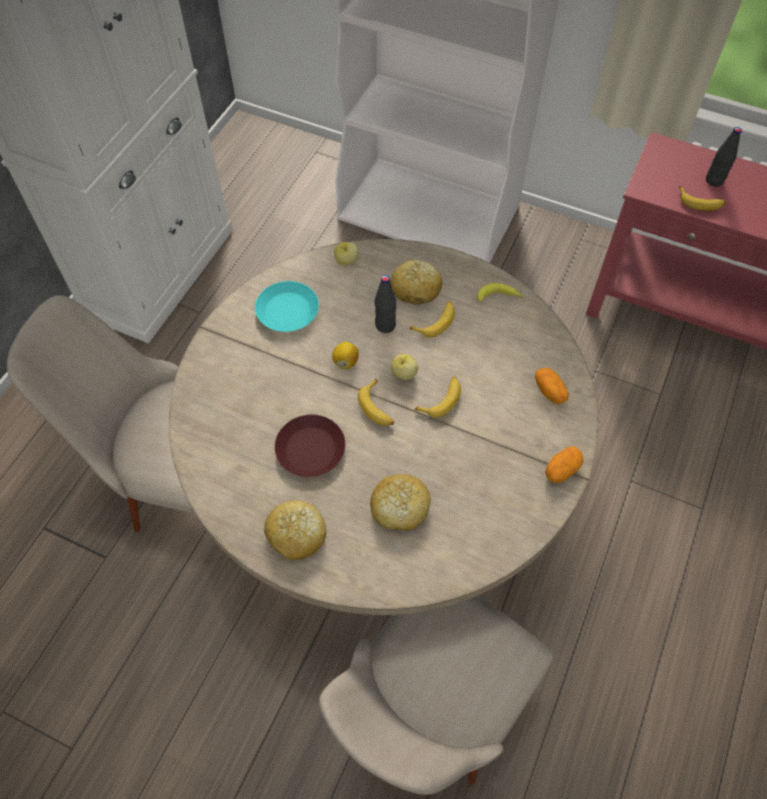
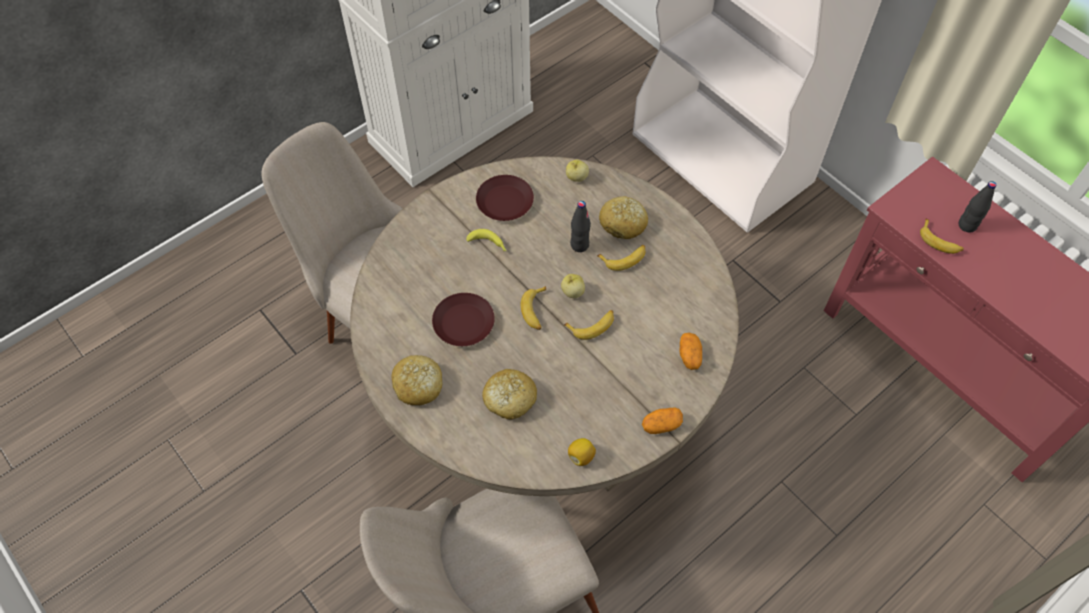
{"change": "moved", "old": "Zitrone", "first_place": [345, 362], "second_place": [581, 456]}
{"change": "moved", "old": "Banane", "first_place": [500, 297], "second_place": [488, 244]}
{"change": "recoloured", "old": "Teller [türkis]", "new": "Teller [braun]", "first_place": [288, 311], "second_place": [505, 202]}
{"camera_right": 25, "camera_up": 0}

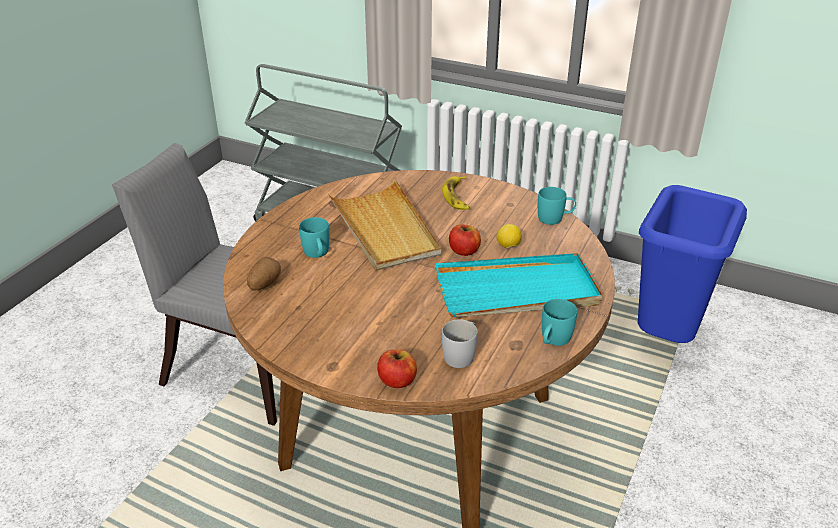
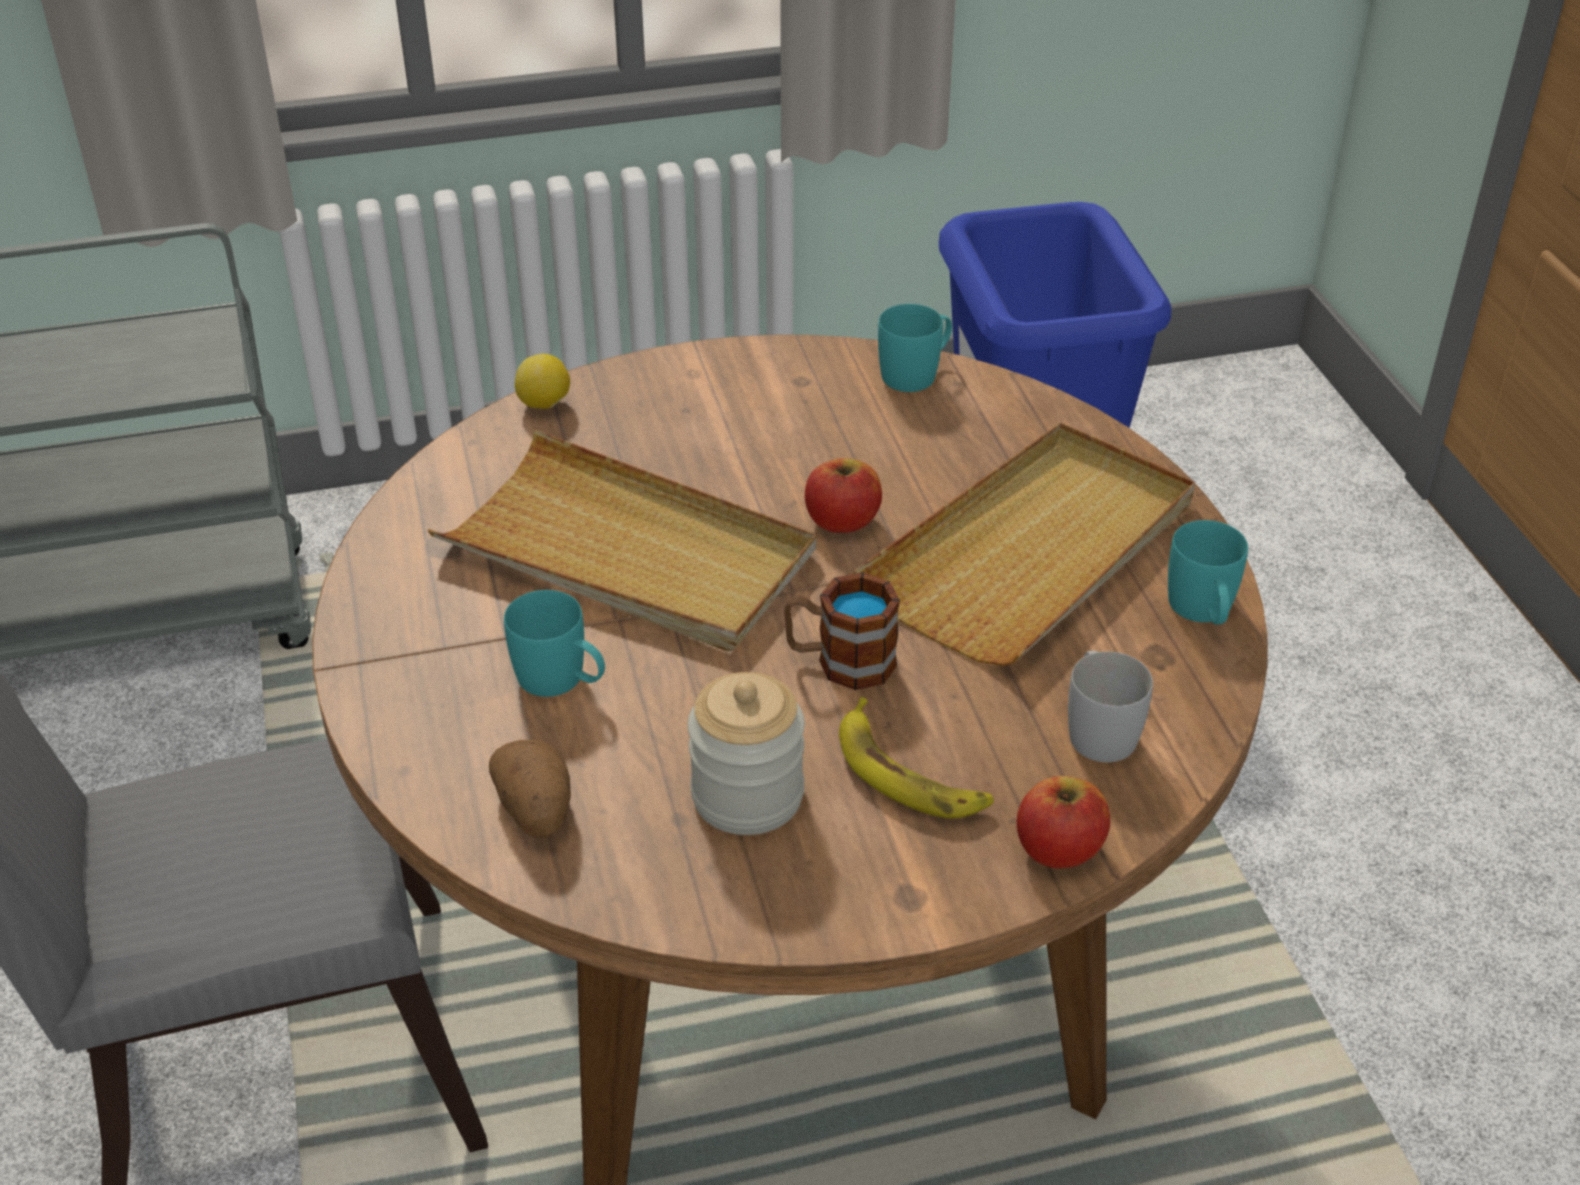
{"change": "added", "new": "Vorratsglas", "second_place": [747, 796]}
{"change": "added", "new": "Henkelbecher", "second_place": [840, 662]}
{"change": "moved", "old": "Banane", "first_place": [457, 197], "second_place": [908, 774]}
{"change": "moved", "old": "Zitrone", "first_place": [508, 246], "second_place": [545, 405]}
{"change": "recoloured", "old": "Tablett [türkis]", "new": "Tablett [beige]", "first_place": [517, 291], "second_place": [1033, 552]}
{"camera_right": -40, "camera_up": 5}

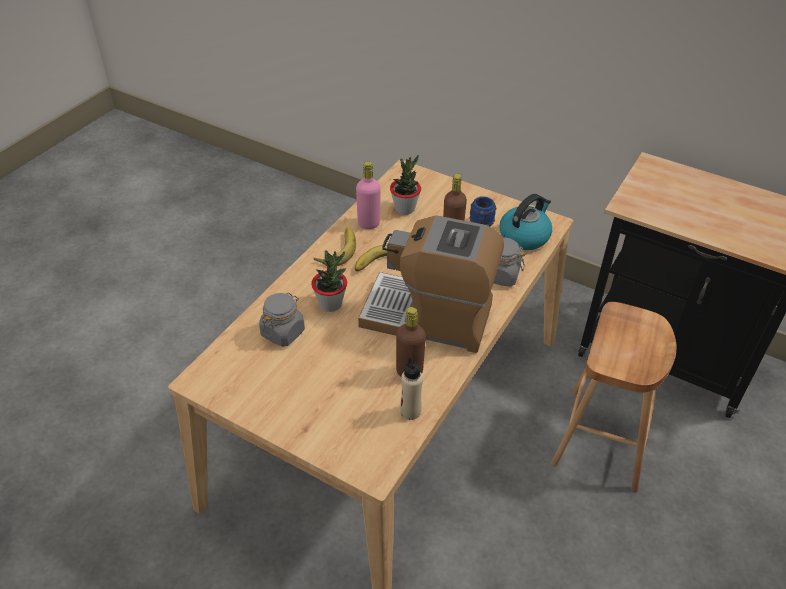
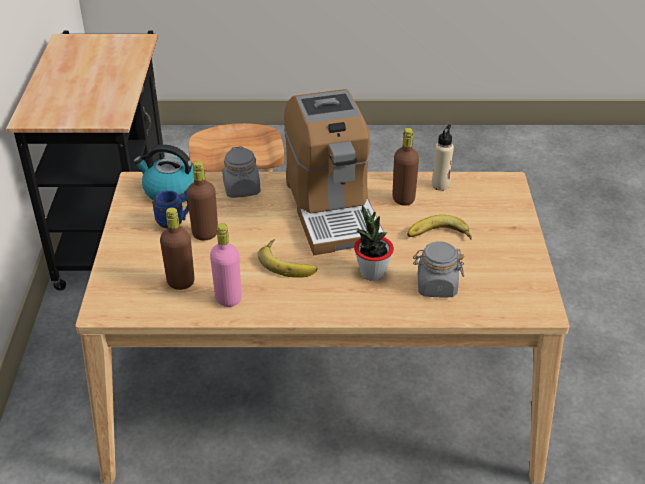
{"change": "moved", "old": "Banane", "first_place": [336, 250], "second_place": [439, 236]}
{"change": "replaced", "old": "Topfpflanze", "new": "Flasche [braun]", "first_place": [405, 209], "second_place": [181, 282]}
{"camera_right": -120, "camera_up": -5}

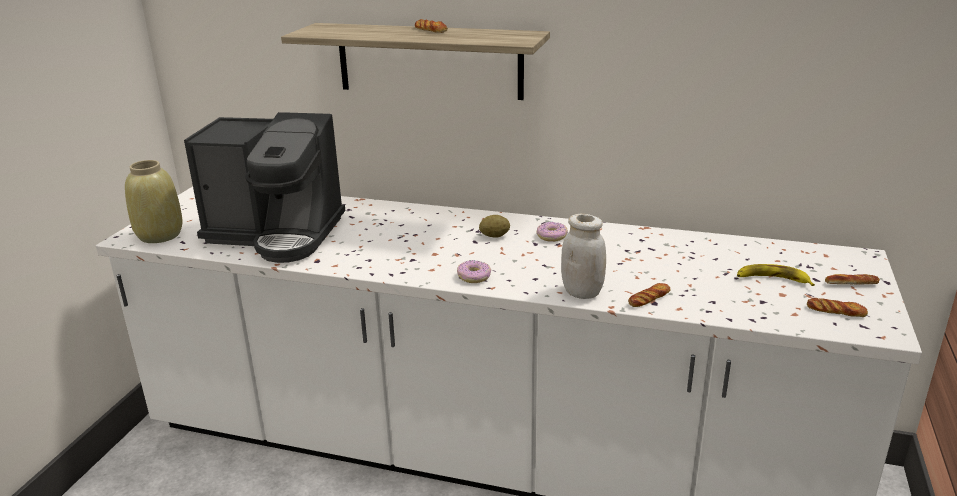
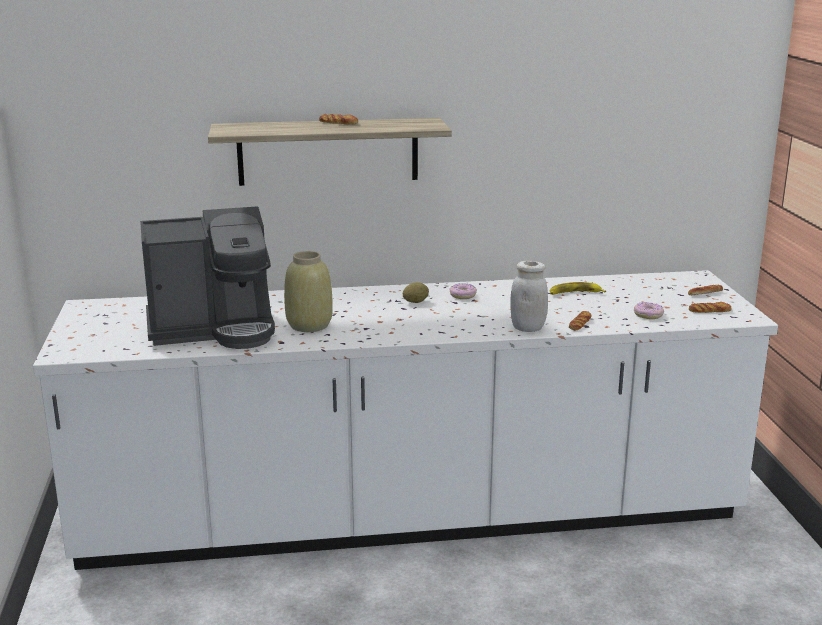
{"change": "moved", "old": "Vase [beige]", "first_place": [160, 235], "second_place": [308, 325]}
{"change": "moved", "old": "Donut", "first_place": [474, 276], "second_place": [648, 315]}
{"change": "moved", "old": "Banane", "first_place": [772, 280], "second_place": [574, 293]}
{"camera_right": -25, "camera_up": -5}

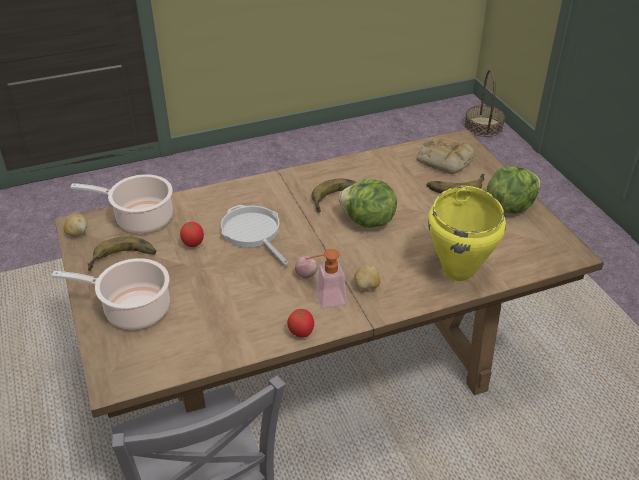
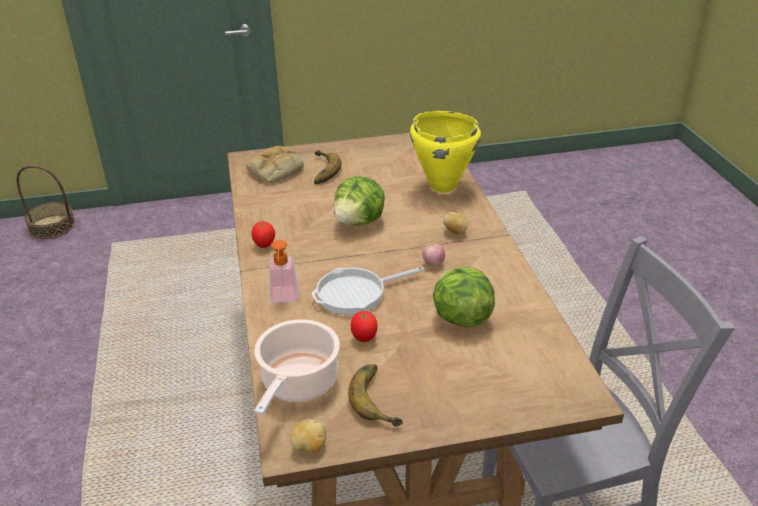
{"change": "removed", "old": "Kochtopf", "first_place": [133, 309]}
{"change": "removed", "old": "Banane", "first_place": [338, 200]}
{"change": "moved", "old": "Tomate", "first_place": [301, 333], "second_place": [264, 245]}
{"change": "moved", "old": "Seifenspender", "first_place": [325, 299], "second_place": [284, 298]}
{"change": "moved", "old": "Salatkopf", "first_place": [509, 206], "second_place": [460, 317]}
{"camera_right": -80, "camera_up": -5}

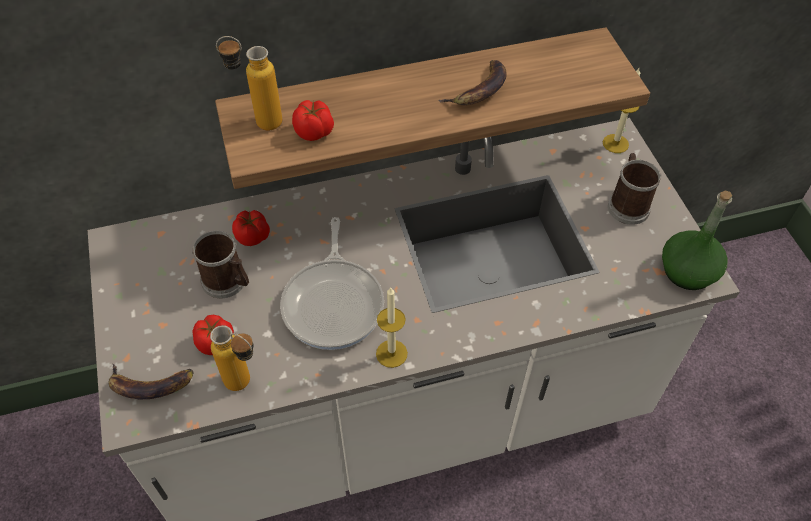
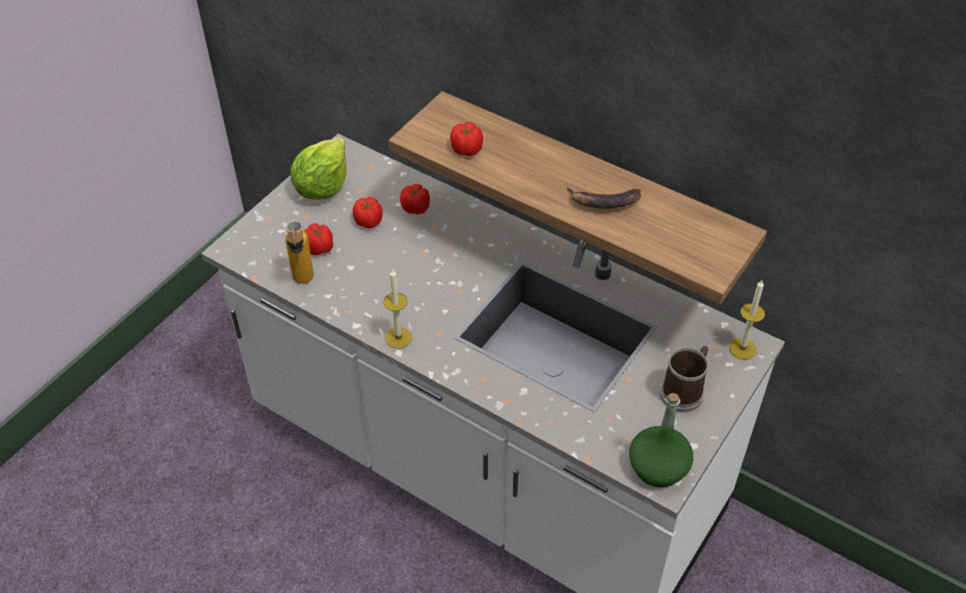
{"change": "removed", "old": "Banane", "first_place": [149, 385]}
{"change": "removed", "old": "Flasche", "first_place": [258, 122]}
{"change": "removed", "old": "Pfanne", "first_place": [334, 303]}
{"change": "added", "new": "Salatkopf", "second_place": [322, 186]}
{"change": "replaced", "old": "Henkelbecher", "new": "Tomate", "first_place": [228, 282], "second_place": [368, 222]}
{"camera_right": 50, "camera_up": -5}

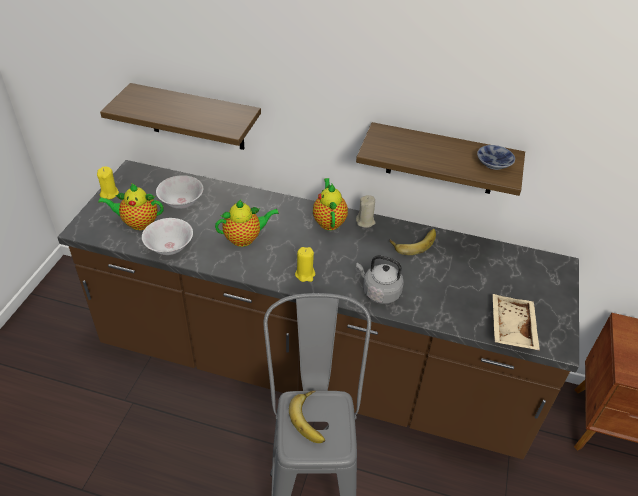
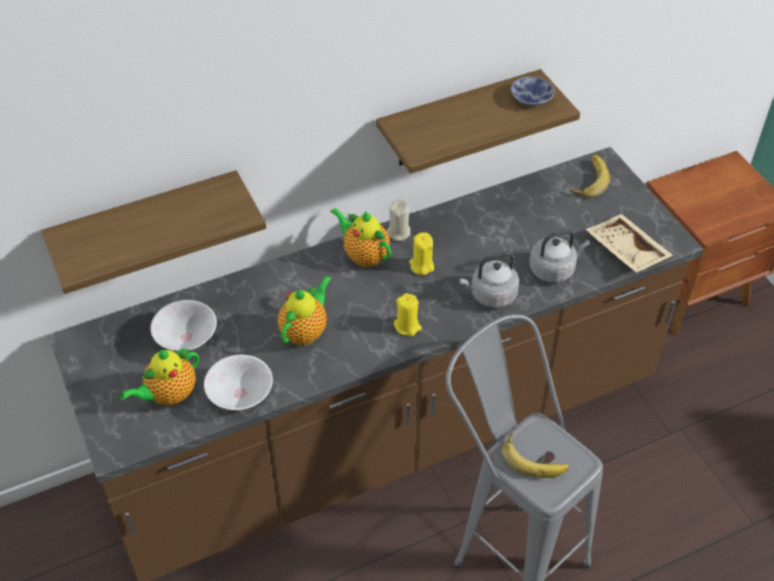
{"change": "added", "new": "Wasserkessel [grau]", "second_place": [554, 269]}
{"change": "moved", "old": "Kerze [gelb]", "first_place": [109, 193], "second_place": [421, 266]}
{"change": "moved", "old": "Banane", "first_place": [413, 242], "second_place": [588, 179]}
{"camera_right": -40, "camera_up": 5}

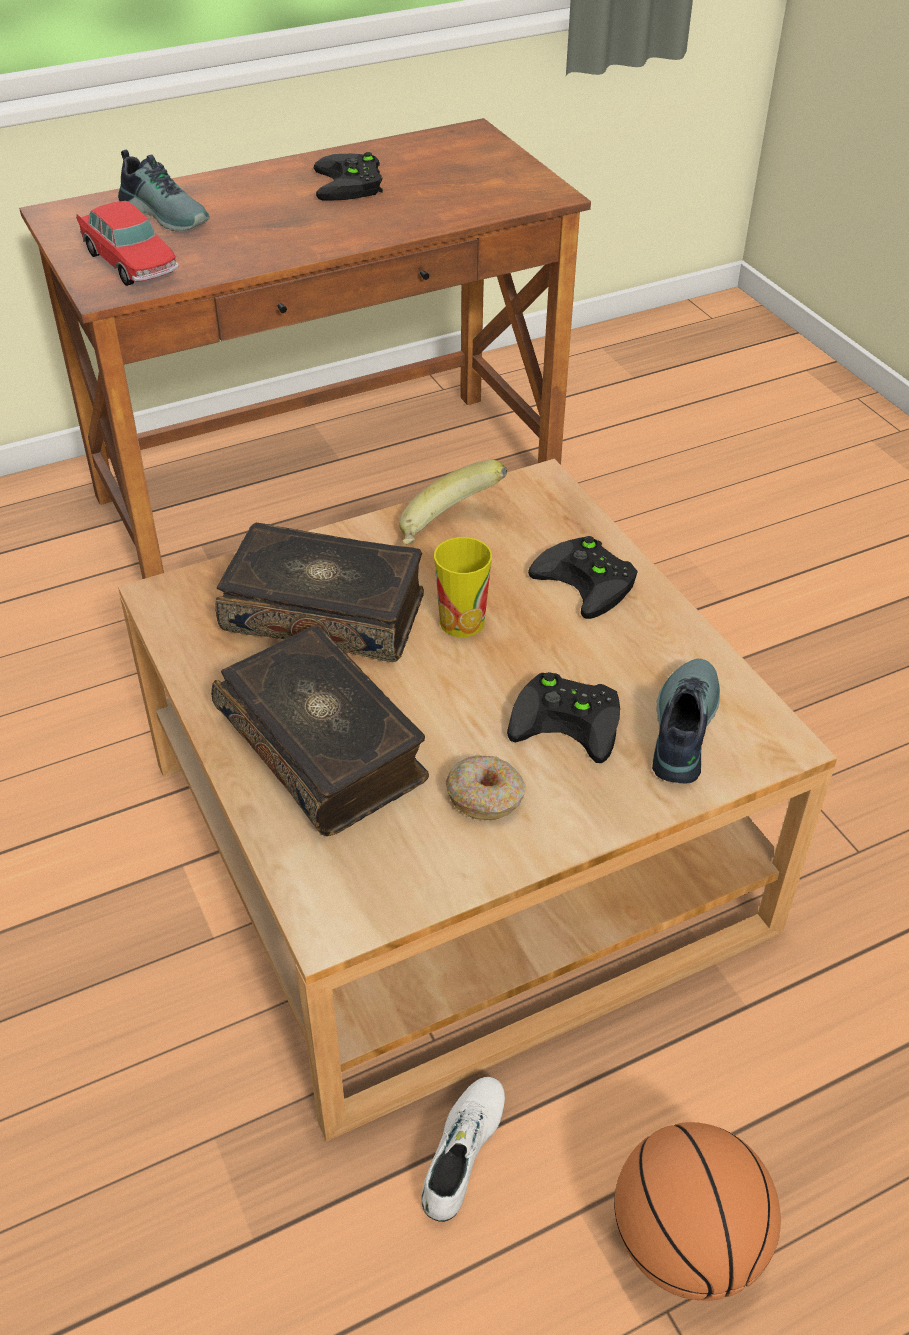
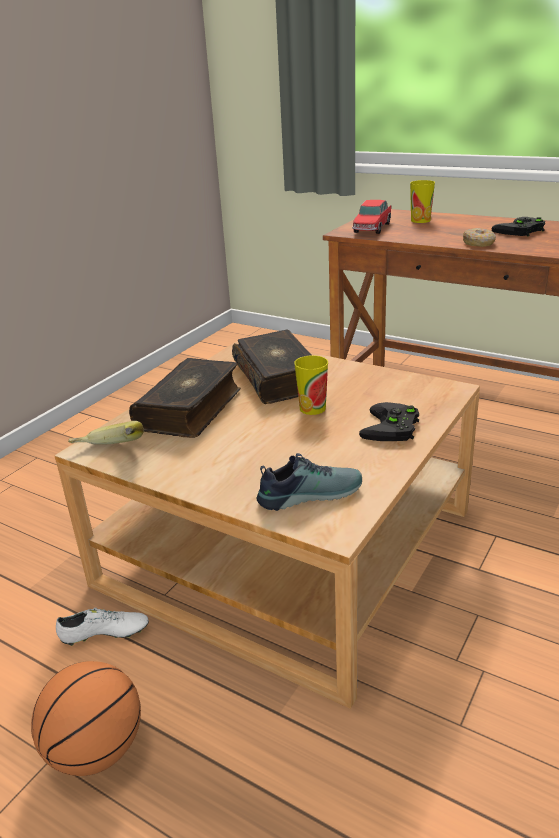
{"change": "removed", "old": "Gamepad [schwarz]", "first_place": [571, 720]}
{"change": "moved", "old": "Banane", "first_place": [449, 530], "second_place": [109, 454]}
{"change": "moved", "old": "Donut", "first_place": [486, 796], "second_place": [479, 243]}
{"change": "replaced", "old": "Schuh", "new": "Tasse", "first_place": [167, 213], "second_place": [420, 220]}
{"camera_right": 60, "camera_up": -15}

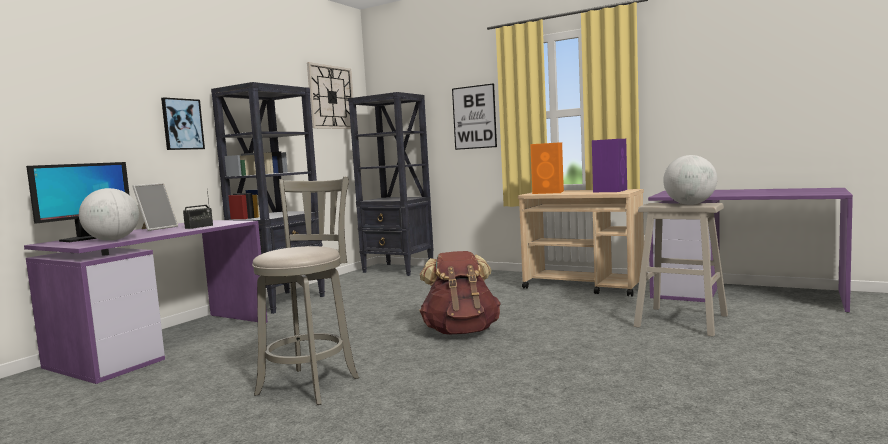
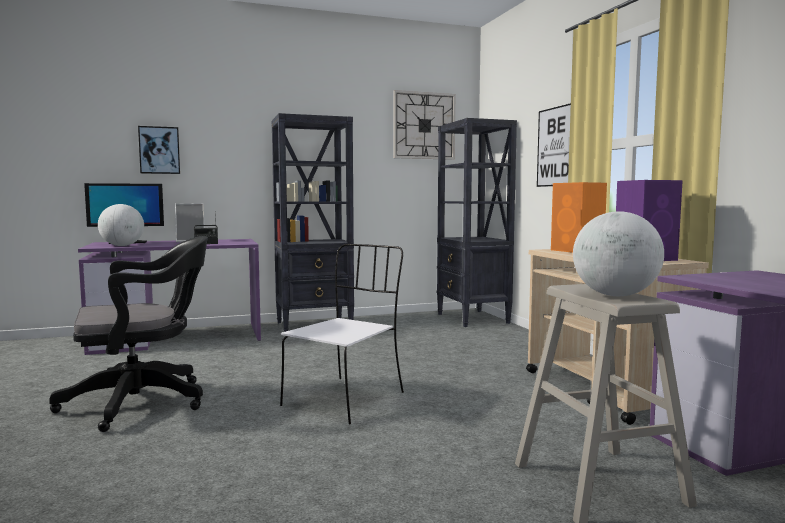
{"change": "moved", "old": "Bild", "first_place": [182, 124], "second_place": [159, 150]}
{"change": "replaced", "old": "Hocker [grau]", "new": "Bürostuhl [schwarz]", "first_place": [311, 384], "second_place": [143, 402]}
{"change": "replaced", "old": "Rucksack [braun]", "new": "Stuhl [weiß]", "first_place": [461, 332], "second_place": [346, 398]}
{"camera_right": 40, "camera_up": 0}

